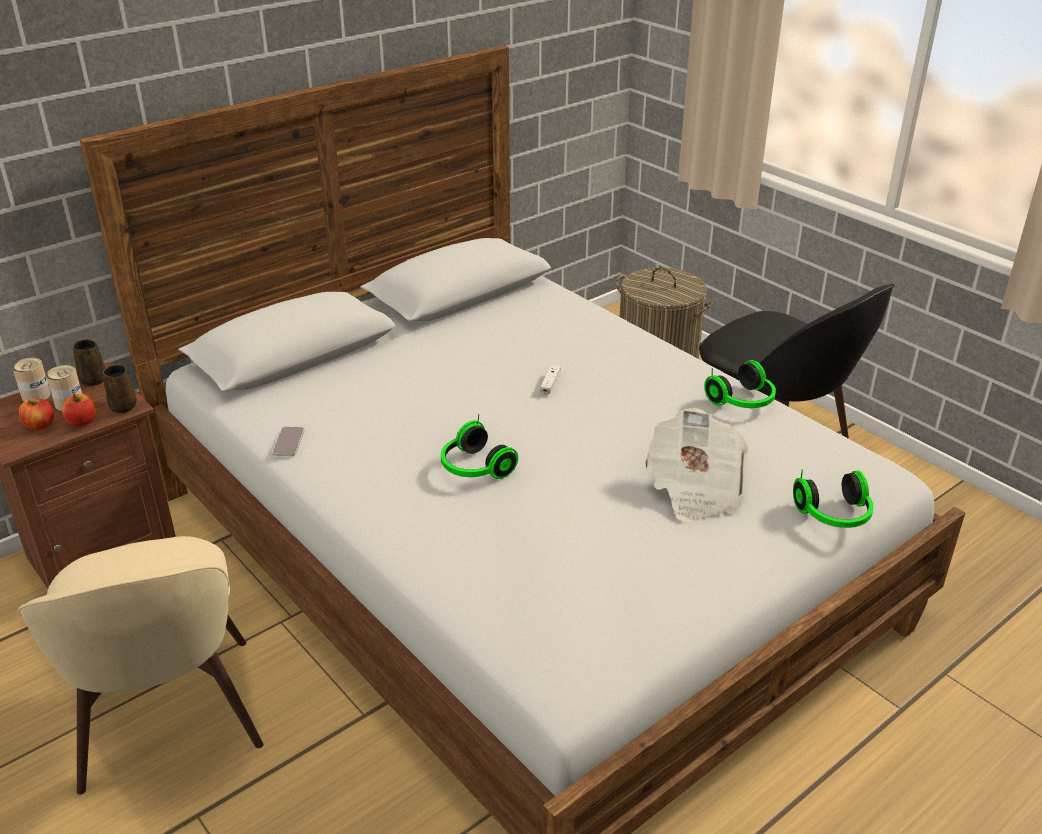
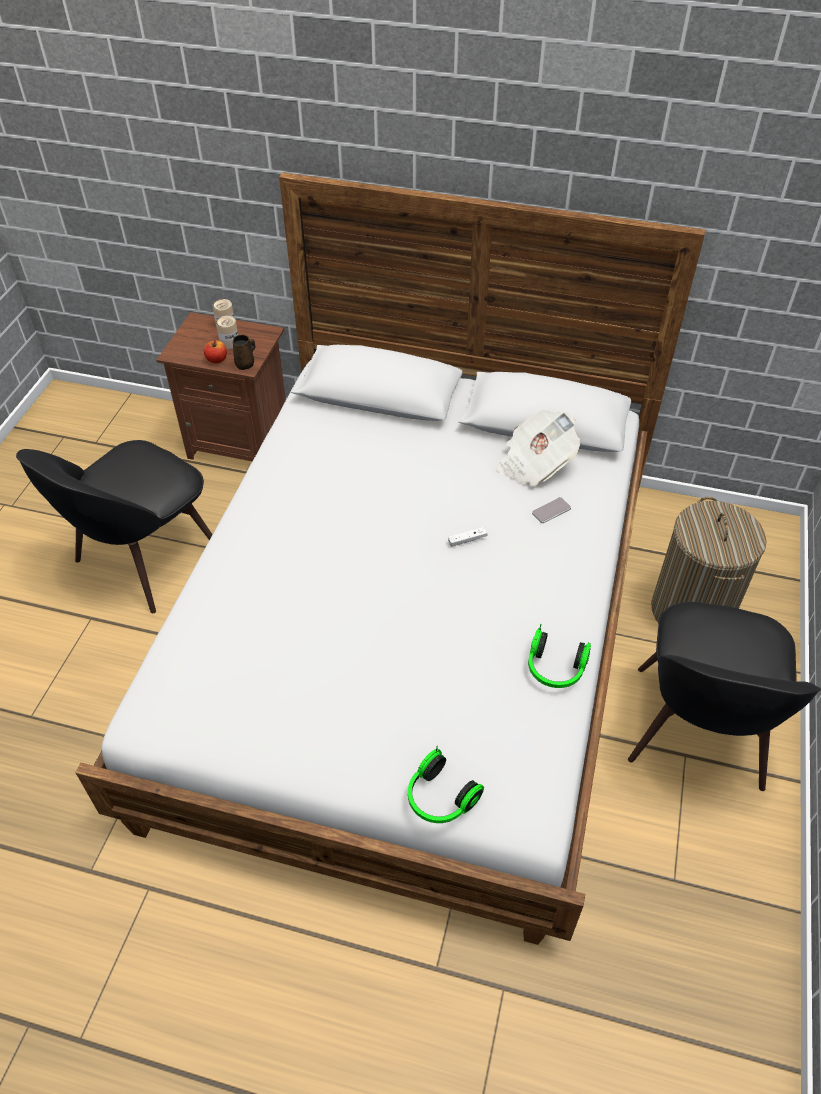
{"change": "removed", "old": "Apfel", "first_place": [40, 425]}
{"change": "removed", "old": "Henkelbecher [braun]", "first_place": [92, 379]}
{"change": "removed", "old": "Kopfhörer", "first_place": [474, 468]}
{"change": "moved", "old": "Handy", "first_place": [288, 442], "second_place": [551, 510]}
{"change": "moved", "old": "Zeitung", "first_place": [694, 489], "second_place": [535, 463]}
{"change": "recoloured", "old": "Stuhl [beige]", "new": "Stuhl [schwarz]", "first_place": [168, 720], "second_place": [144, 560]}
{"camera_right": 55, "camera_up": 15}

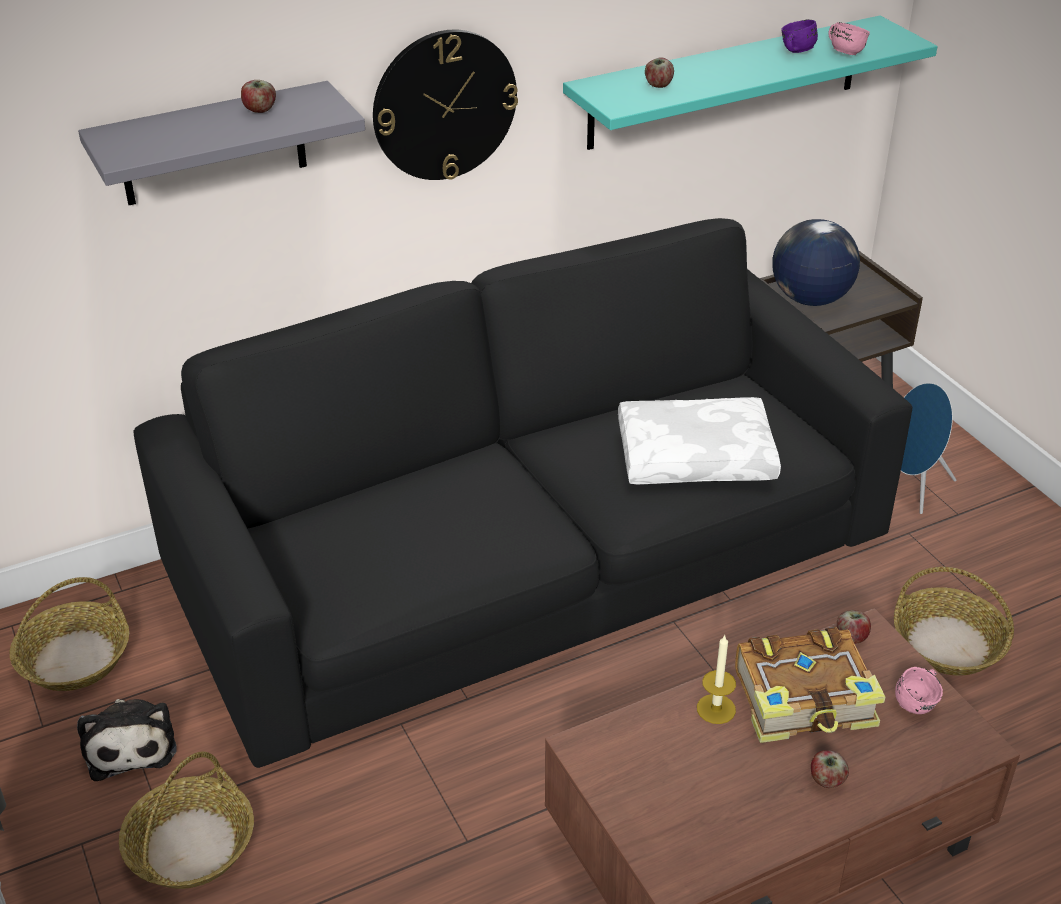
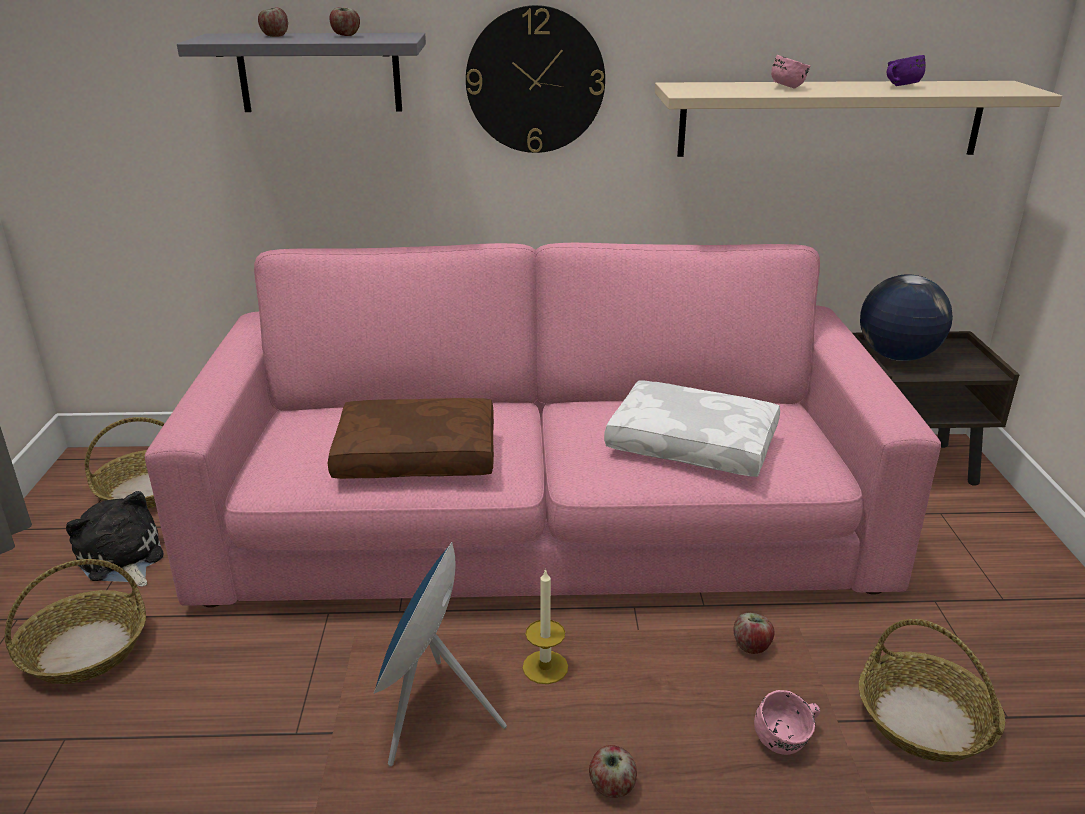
{"change": "removed", "old": "Buch", "first_place": [806, 700]}
{"change": "added", "new": "Kissen [braun]", "second_place": [418, 454]}
{"change": "moved", "old": "Apfel", "first_place": [658, 85], "second_place": [274, 36]}
{"change": "moved", "old": "Henkelbecher [rosa]", "first_place": [845, 51], "second_place": [787, 87]}
{"change": "moved", "old": "Lautsprecher [blau]", "first_place": [912, 487], "second_place": [430, 714]}
{"change": "recoloured", "old": "Sofa [schwarz]", "new": "Sofa [rosa]", "first_place": [530, 557], "second_place": [542, 518]}
{"change": "recoloured", "old": "Wandregal [türkis]", "new": "Wandregal [beige]", "first_place": [725, 82], "second_place": [830, 119]}
{"change": "turned", "old": "Plüschtier", "first_place": [131, 744], "second_place": [122, 559], "degrees": 135}
{"camera_right": 25, "camera_up": -10}

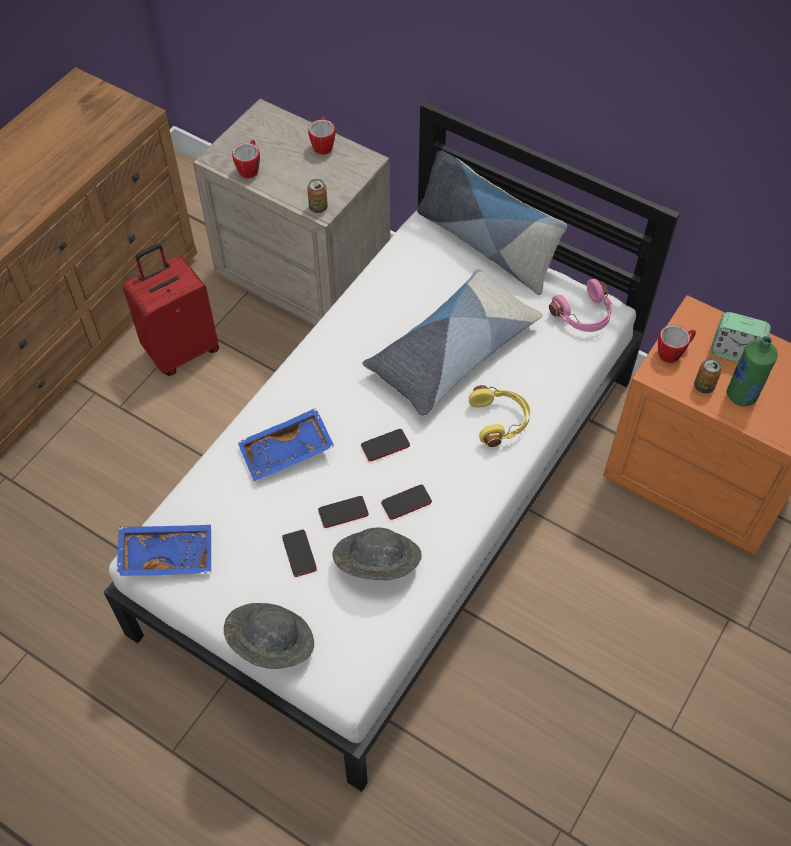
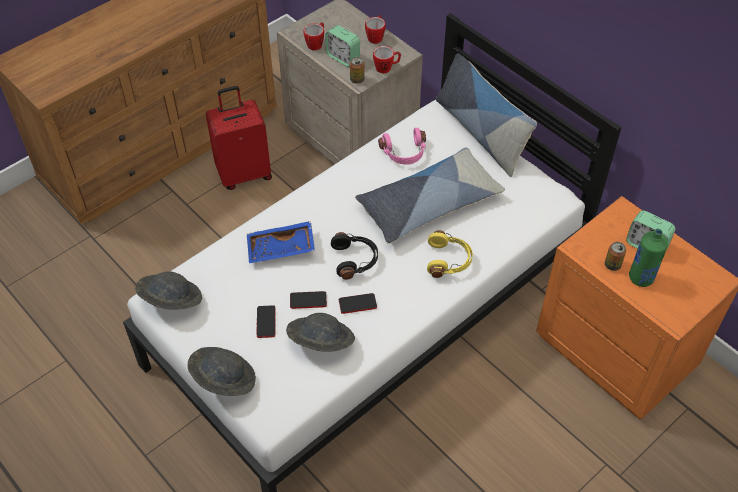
{"change": "added", "new": "Wecker", "second_place": [343, 57]}
{"change": "moved", "old": "Kopfhörer [rosa]", "first_place": [584, 315], "second_place": [404, 153]}
{"change": "moved", "old": "Henkelbecher", "first_place": [673, 352], "second_place": [386, 68]}
{"change": "replaced", "old": "Tablett [blau]", "new": "Hut [grau]", "first_place": [167, 554], "second_place": [170, 301]}
{"change": "replaced", "old": "Handy", "new": "Kopfhörer [schwarz]", "first_place": [385, 445], "second_place": [355, 260]}
{"camera_right": 15, "camera_up": -5}

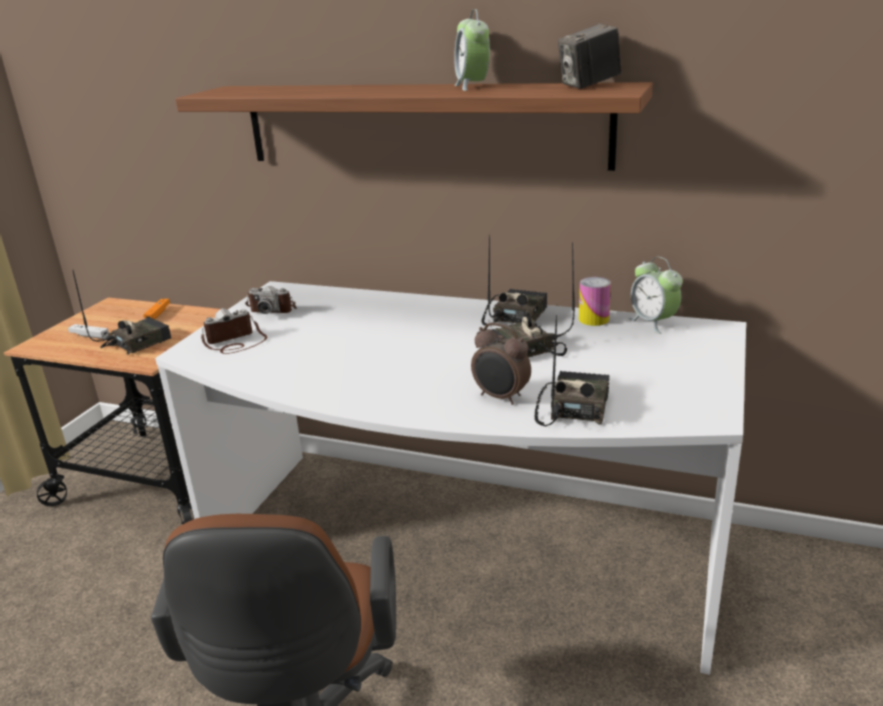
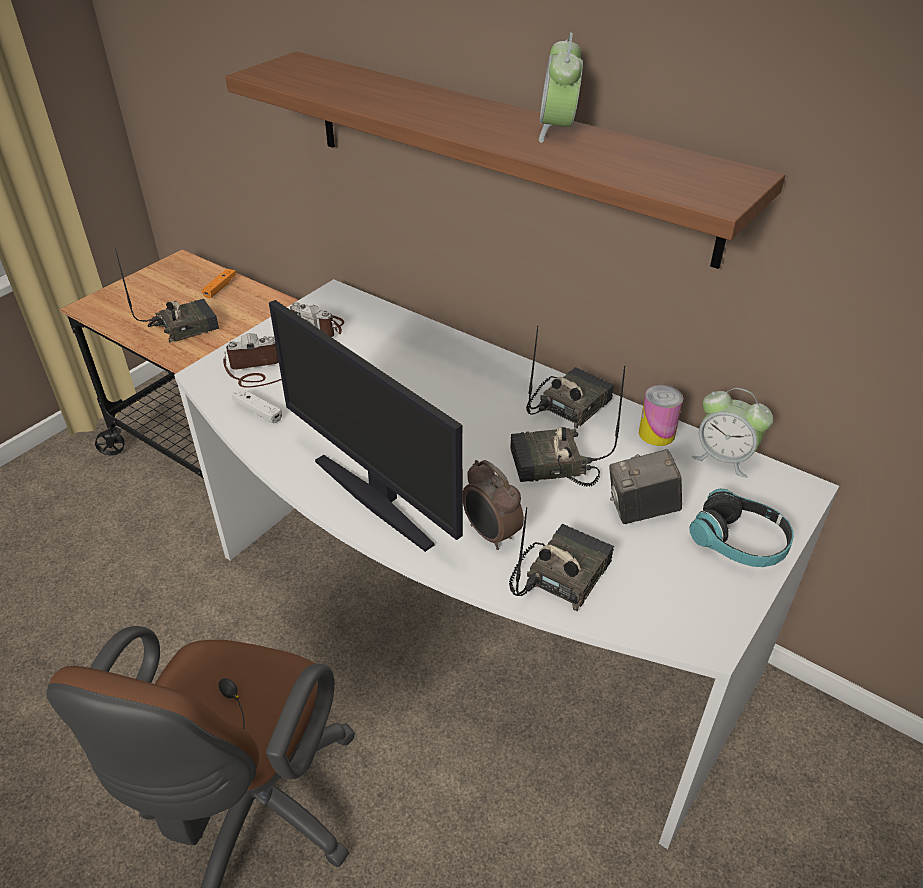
{"change": "added", "new": "Monitor", "second_place": [376, 498]}
{"change": "added", "new": "Kopfhörer", "second_place": [739, 542]}
{"change": "moved", "old": "Gamepad [weiß]", "first_place": [90, 336], "second_place": [258, 411]}
{"change": "moved", "old": "Kamera", "first_place": [589, 85], "second_place": [641, 510]}
{"change": "turned", "old": "Wecker", "first_place": [653, 323], "second_place": [724, 458], "degrees": -45}
{"camera_right": 15, "camera_up": 15}

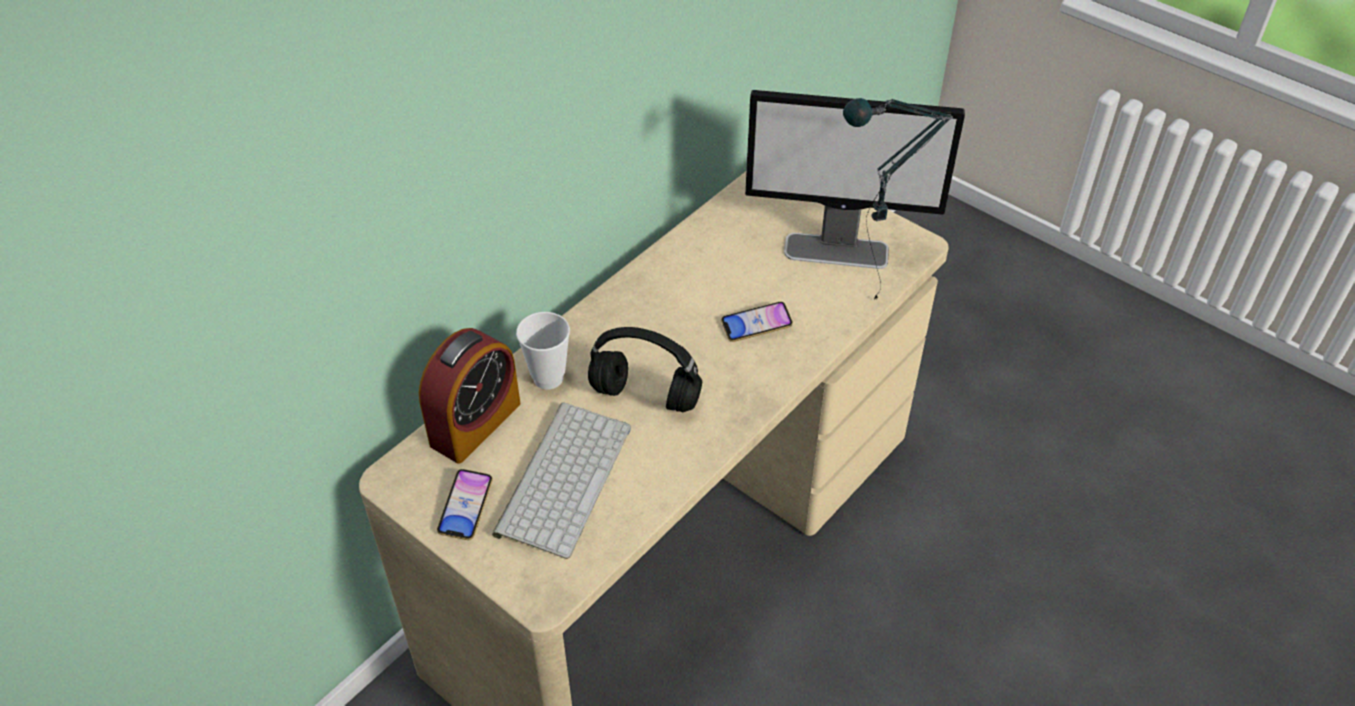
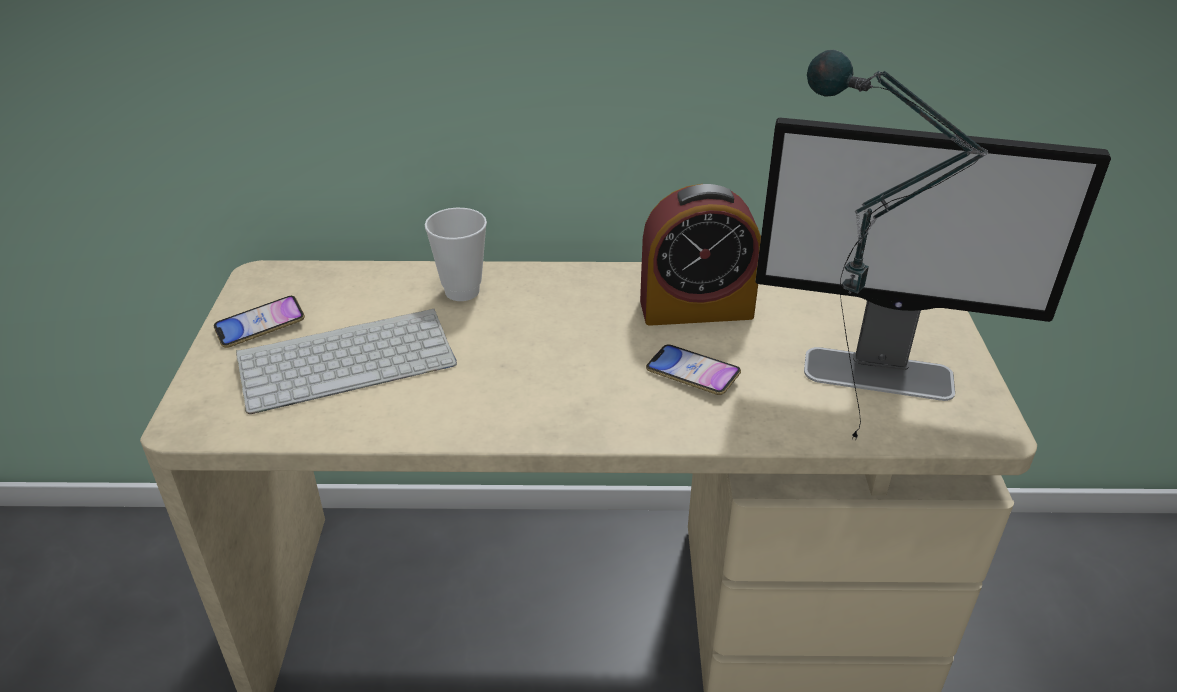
{"change": "removed", "old": "Kopfhörer [schwarz]", "first_place": [647, 396]}
{"change": "moved", "old": "Wecker", "first_place": [475, 424], "second_place": [696, 308]}
{"change": "turned", "old": "Monitor", "first_place": [837, 251], "second_place": [880, 374], "degrees": -45}
{"camera_right": 50, "camera_up": -10}

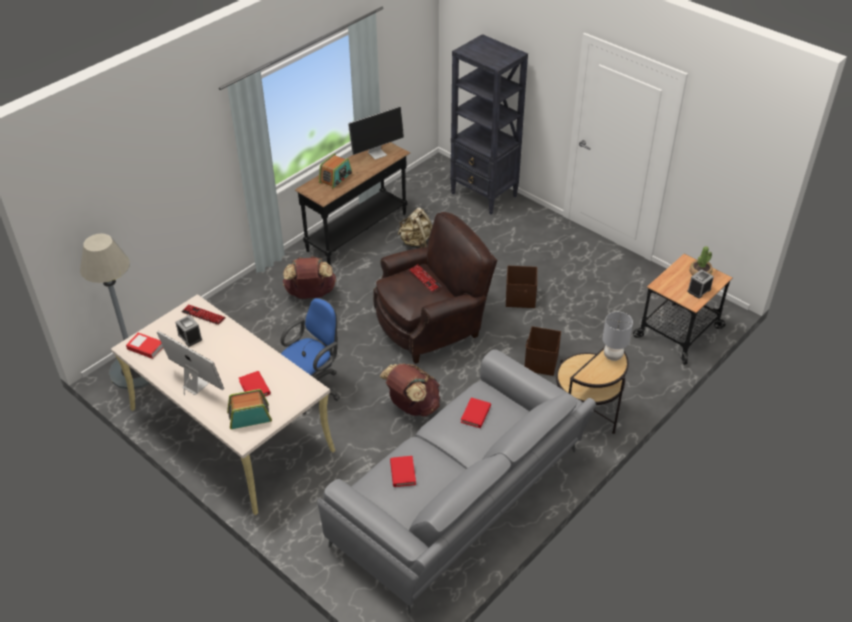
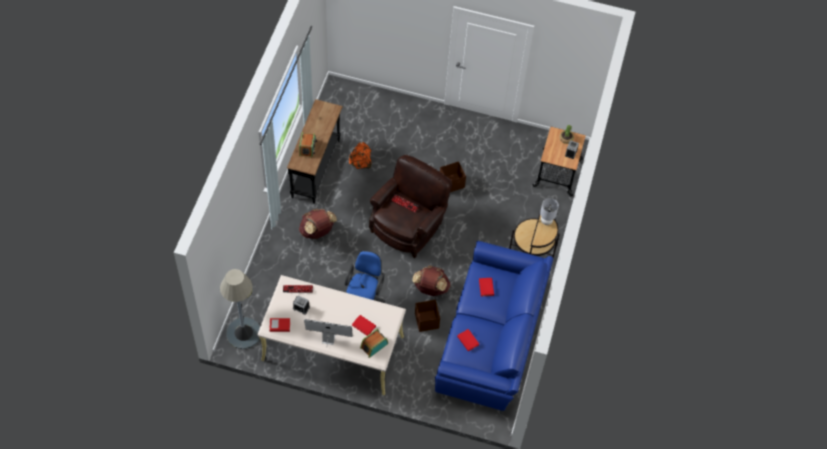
{"change": "removed", "old": "Monitor", "first_place": [377, 153]}
{"change": "removed", "old": "Bücherregal [schwarz]", "first_place": [484, 195]}
{"change": "moved", "old": "Aufbewahrungsbox [braun]", "first_place": [540, 363], "second_place": [426, 321]}
{"change": "recoloured", "old": "Sofa [grau]", "new": "Sofa [blau]", "first_place": [460, 500], "second_place": [491, 338]}
{"change": "recoloured", "old": "Rucksack [beige]", "new": "Rucksack [orange]", "first_place": [416, 243], "second_place": [361, 163]}
{"camera_right": -30, "camera_up": 15}

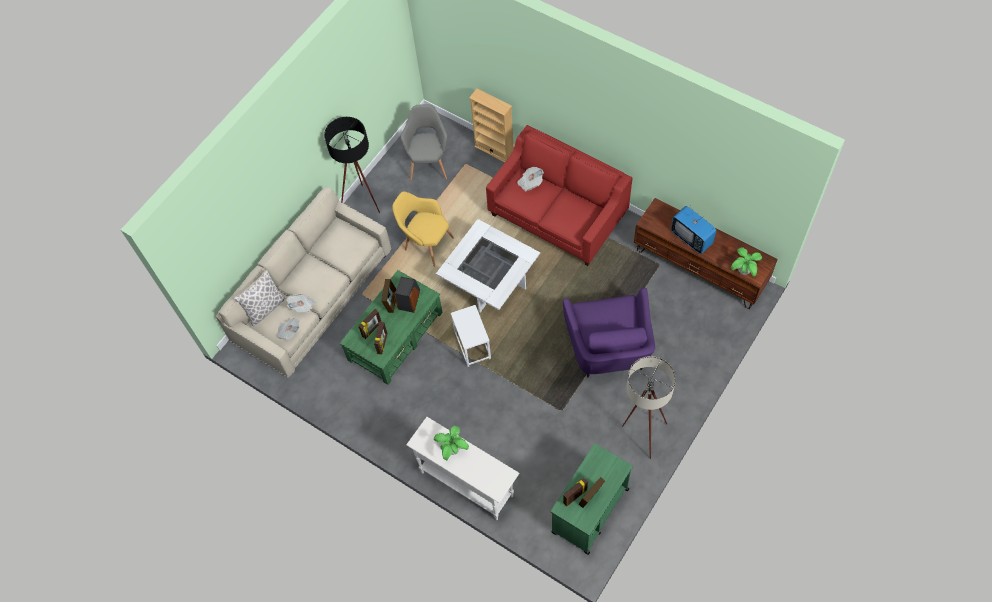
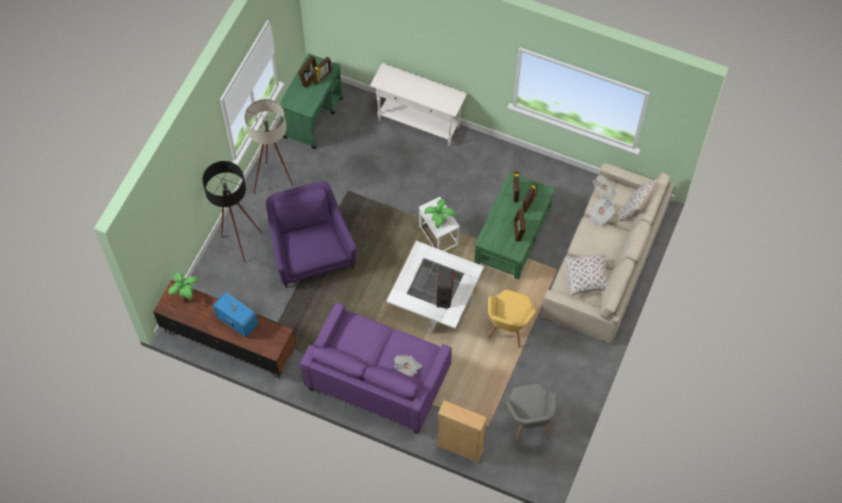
{"change": "added", "new": "Kissen", "second_place": [587, 278]}
{"change": "moved", "old": "Stehlampe [schwarz]", "first_place": [364, 205], "second_place": [238, 242]}
{"change": "moved", "old": "Lautsprecher", "first_place": [409, 299], "second_place": [444, 295]}
{"change": "moved", "old": "Topfpflanze", "first_place": [453, 449], "second_place": [439, 222]}
{"change": "recoloured", "old": "Sofa [rot]", "new": "Sofa [lila]", "first_place": [558, 215], "second_place": [378, 379]}
{"change": "turned", "old": "Sessel [gelb]", "first_place": [425, 243], "second_place": [508, 329], "degrees": 90}
{"camera_right": 165, "camera_up": 0}

